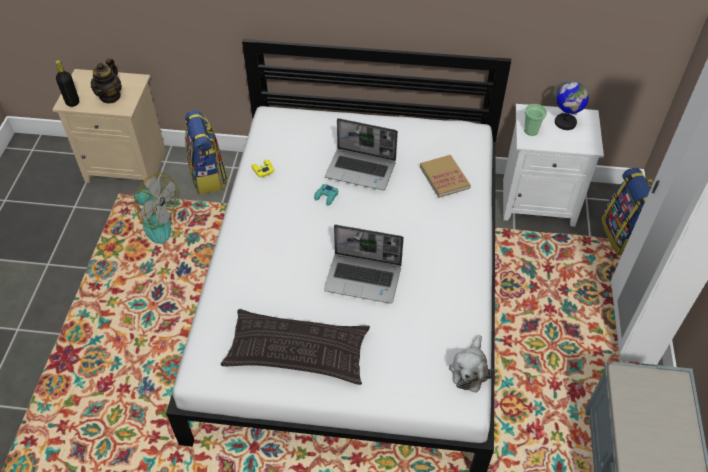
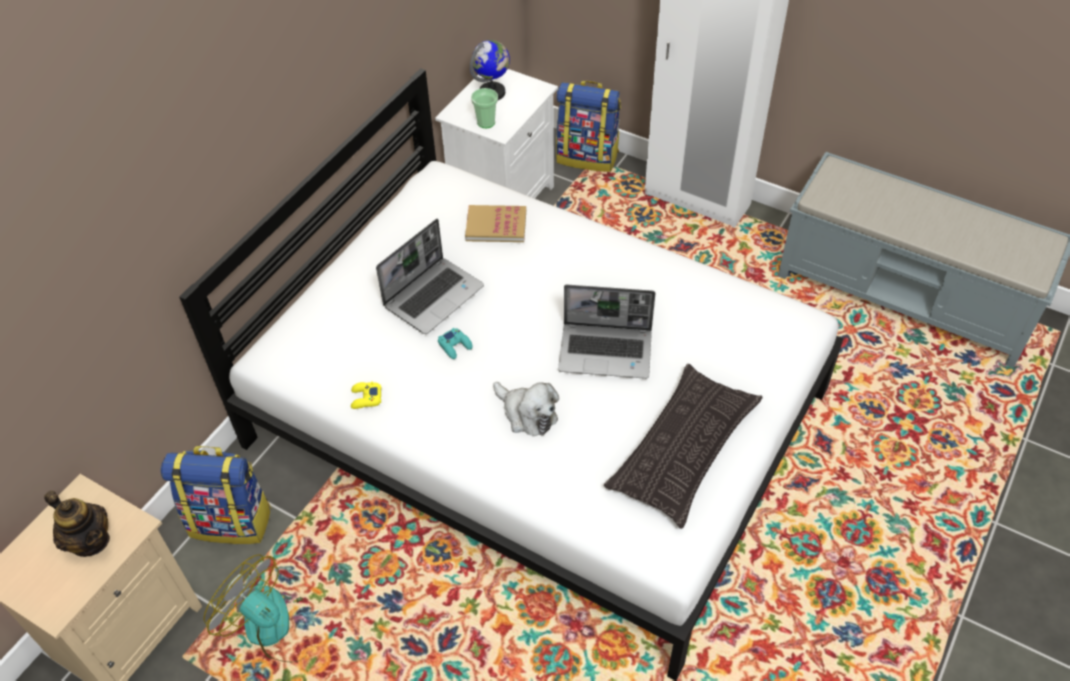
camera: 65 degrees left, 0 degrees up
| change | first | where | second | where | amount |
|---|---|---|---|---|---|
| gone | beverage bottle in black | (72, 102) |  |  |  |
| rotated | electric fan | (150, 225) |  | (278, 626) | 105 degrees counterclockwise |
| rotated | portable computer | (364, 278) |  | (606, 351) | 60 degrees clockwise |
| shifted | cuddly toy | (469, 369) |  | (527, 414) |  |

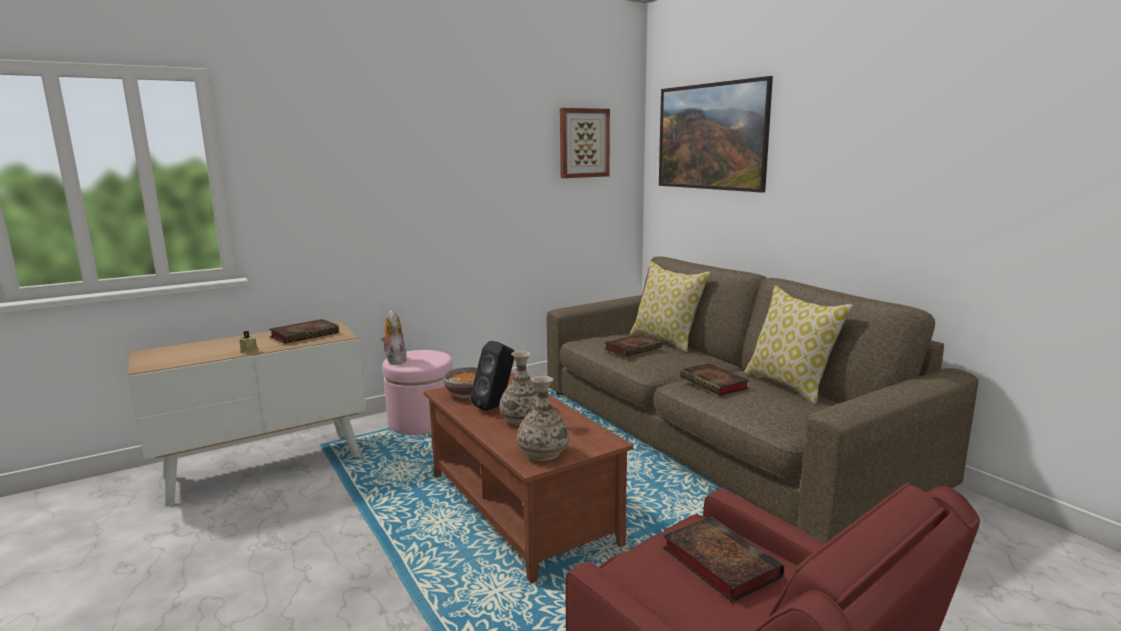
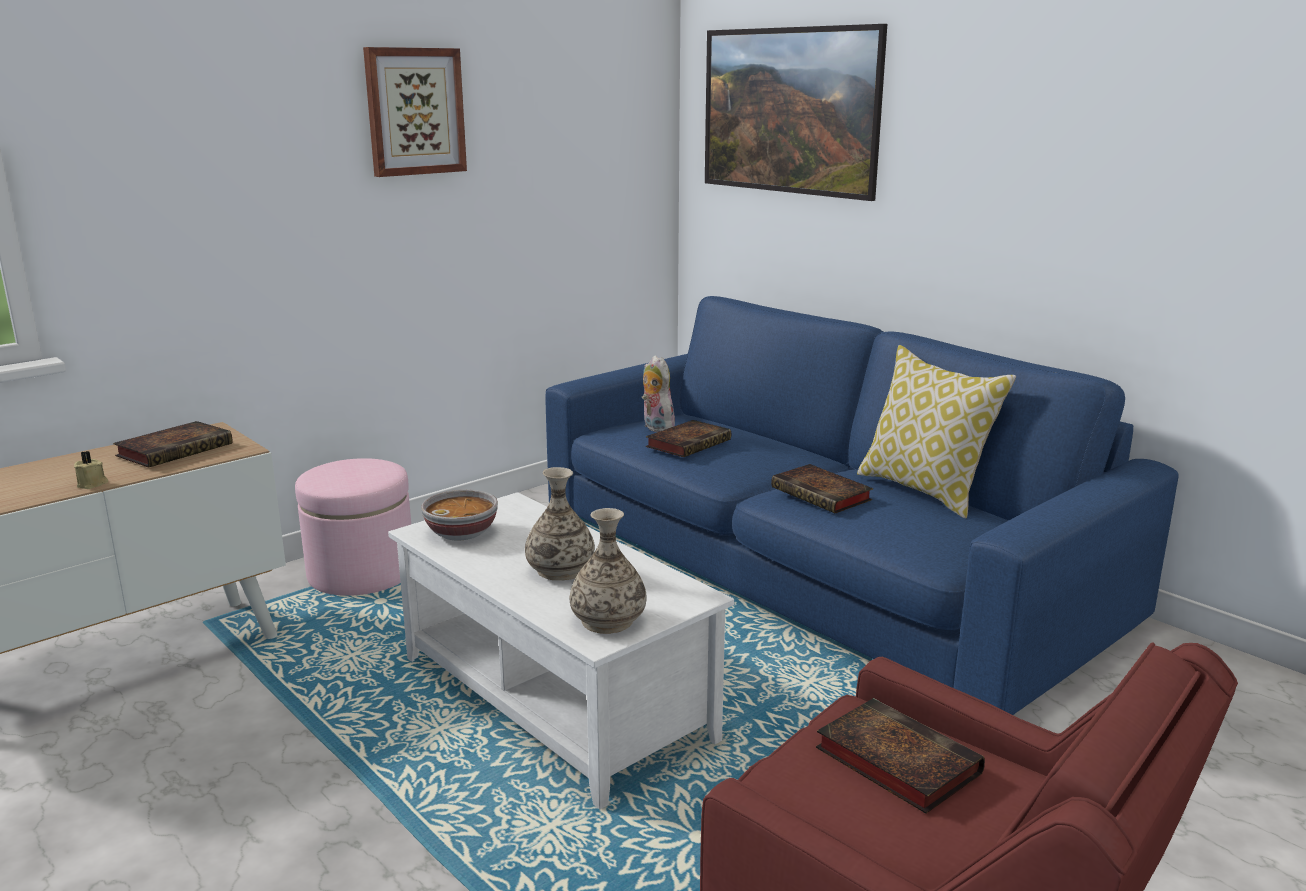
camera: 10 degrees left, 5 degrees up
| change | first | where | second | where | amount |
|---|---|---|---|---|---|
| shifted | cuddly toy | (394, 360) |  | (655, 428) |  |
| repainted | coffee table in brownish | (522, 508) | coffee table in white | (557, 698) |  |
| gone | loudspeaker in black | (496, 406) |  |  |  |
| repainted | settee in brownish | (716, 433) | settee in blue | (814, 563) |  |
| shifted | wall art | (583, 143) |  | (414, 111) |  |
| gone | cushion | (666, 340) |  |  |  |

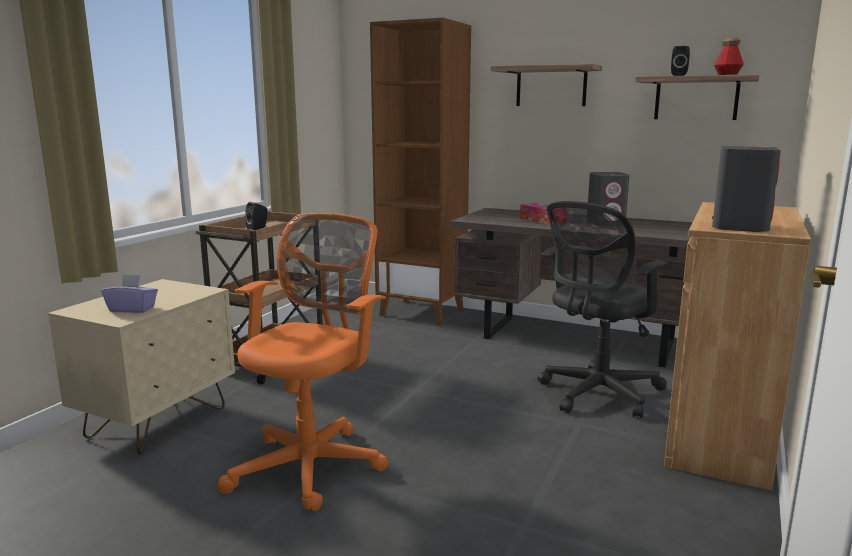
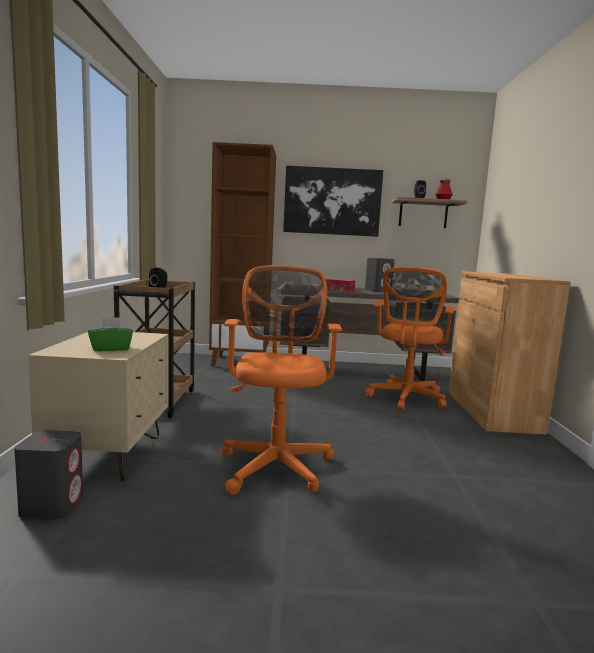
camera: 25 degrees left, 5 degrees down
| change | first | where | second | where | amount |
|---|---|---|---|---|---|
| repainted | box of tissues in purplish | (132, 309) | box of tissues in greenish | (111, 348) |  |
| swapped | wall shelf | (551, 86) | wall art | (332, 201) |  |
| repainted | desk chair in black | (596, 394) | desk chair in orangey | (406, 398) |  |
| shifted | loudspeaker in greyish | (740, 227) |  | (52, 506) |  |

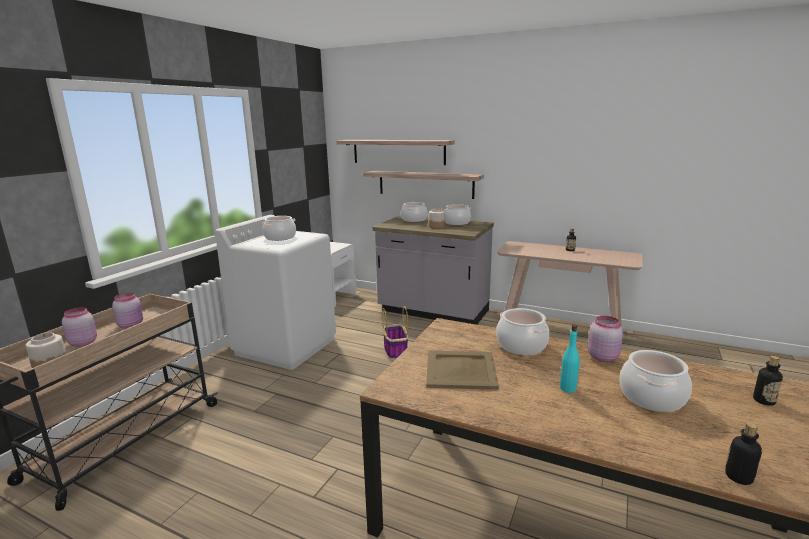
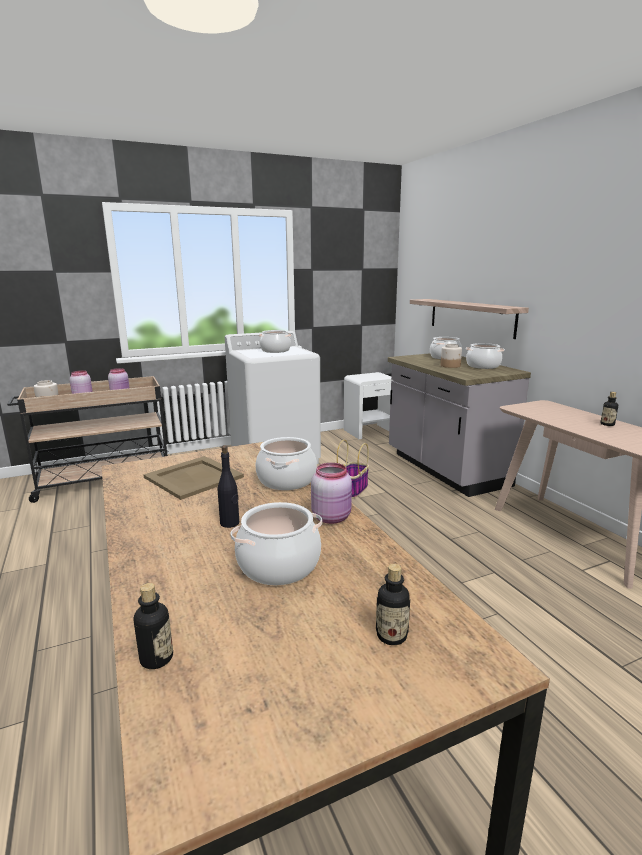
camera: 40 degrees right, 0 degrees up
| change | first | where | second | where | amount |
|---|---|---|---|---|---|
| gone | wall shelf | (398, 152) |  |  |  |
| repainted | beverage bottle in blue-green | (568, 388) | beverage bottle in black | (230, 523) |  |

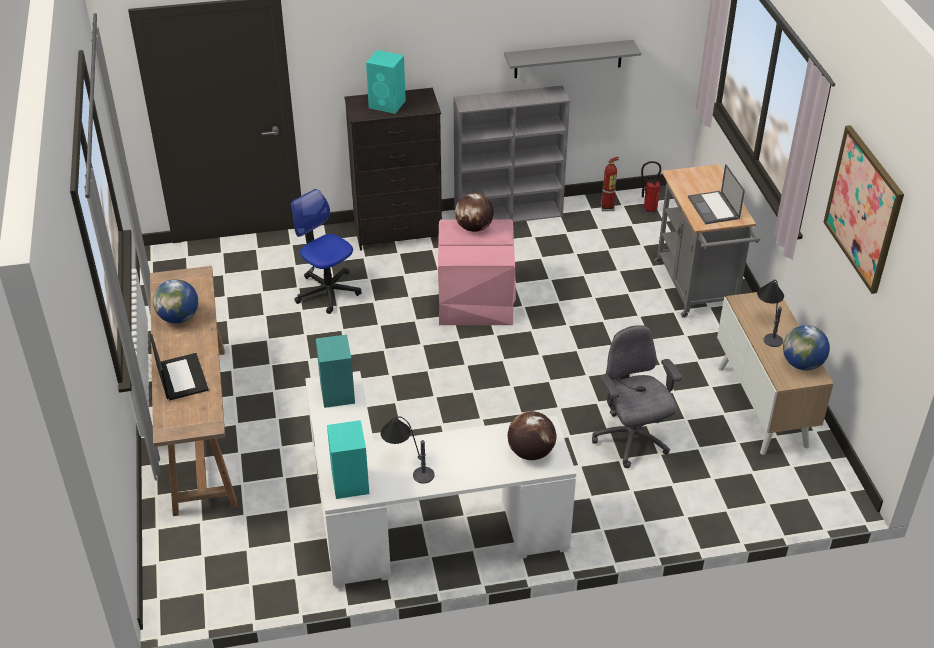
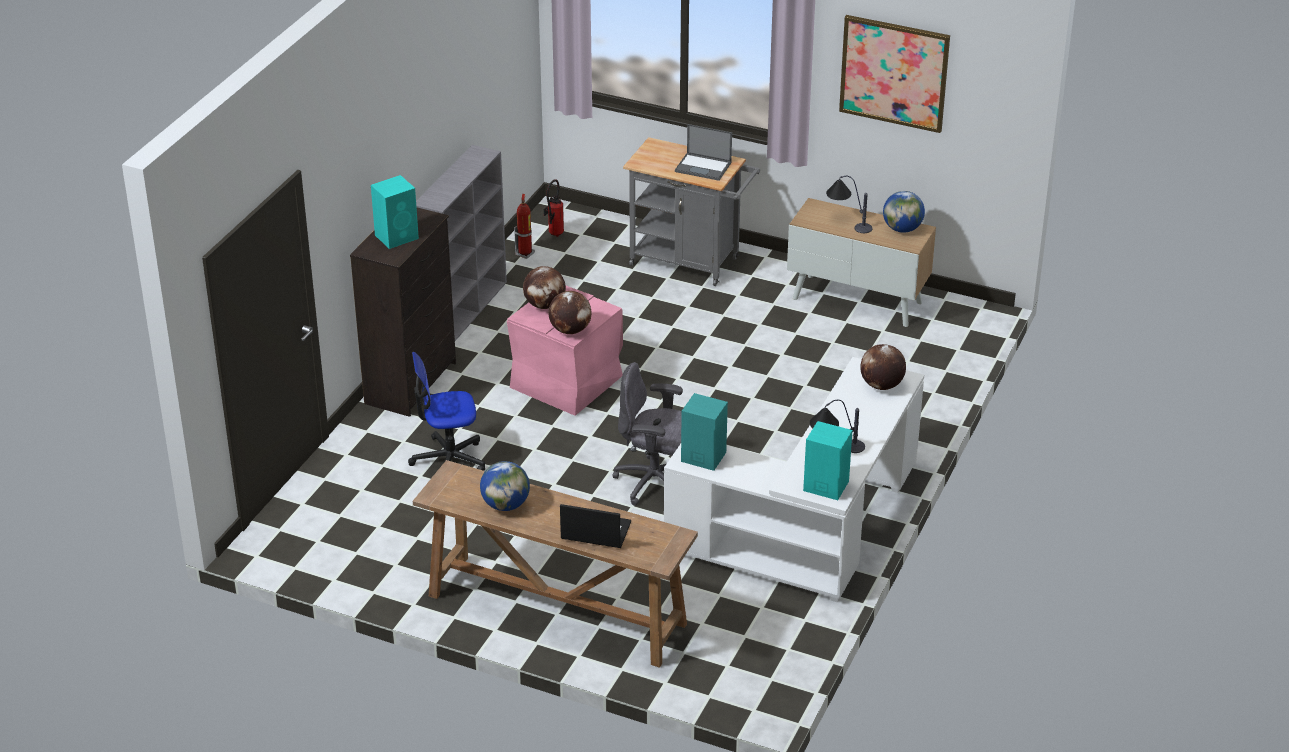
camera: 55 degrees left, 5 degrees down
| change | first | where | second | where | amount |
|---|---|---|---|---|---|
| gone | wall shelf in greyish | (568, 59) |  |  |  |
| shifted | desk chair in greyish | (631, 440) |  | (655, 483) |  |
| new |  |  | desk globe | (570, 330) |  |

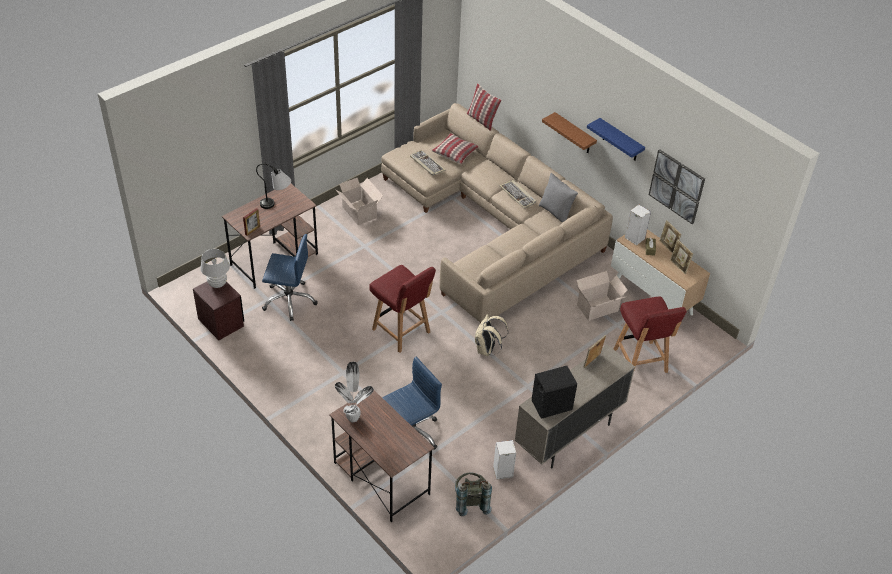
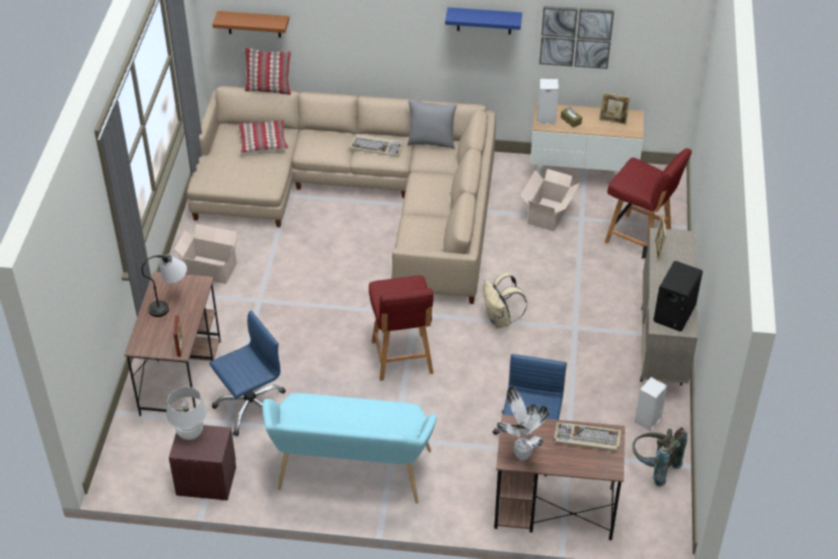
camera: 40 degrees left, 0 degrees up
| change | first | where | second | where | amount |
|---|---|---|---|---|---|
| rotated | chair in red | (402, 331) |  | (402, 358) | 75 degrees clockwise |
| shifted | PC keyboard | (426, 164) |  | (586, 438) |  |
| shifted | wall shelf in brownish | (574, 134) |  | (254, 24) |  |
| gone | picture frame | (667, 247) |  |  |  |
| new |  |  | bench in blue-green | (351, 475) |  |

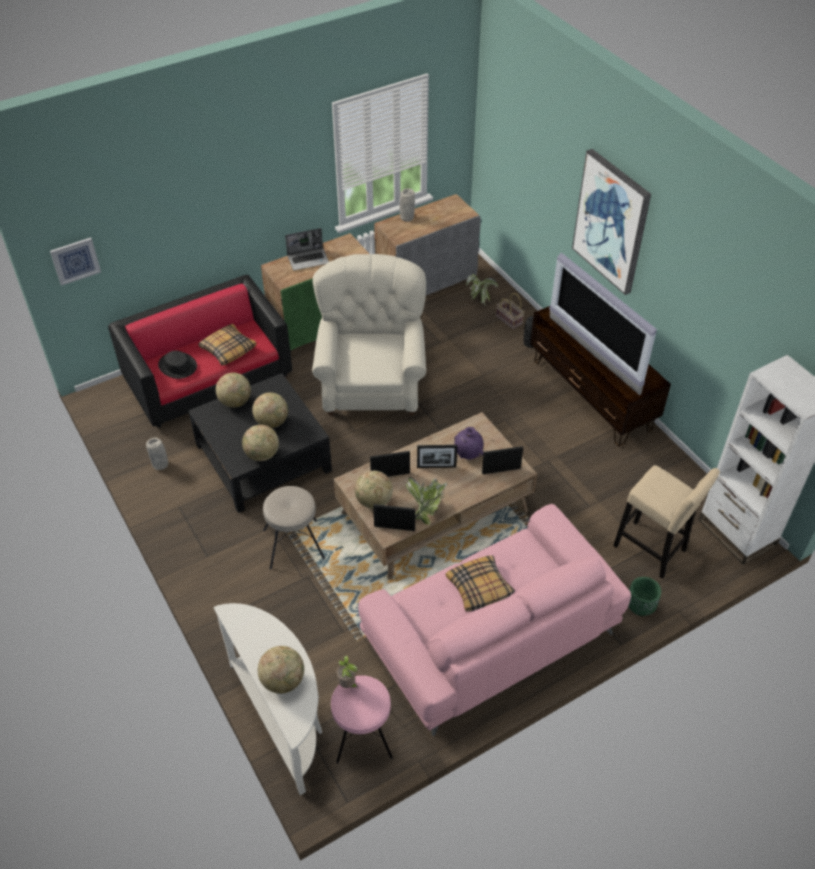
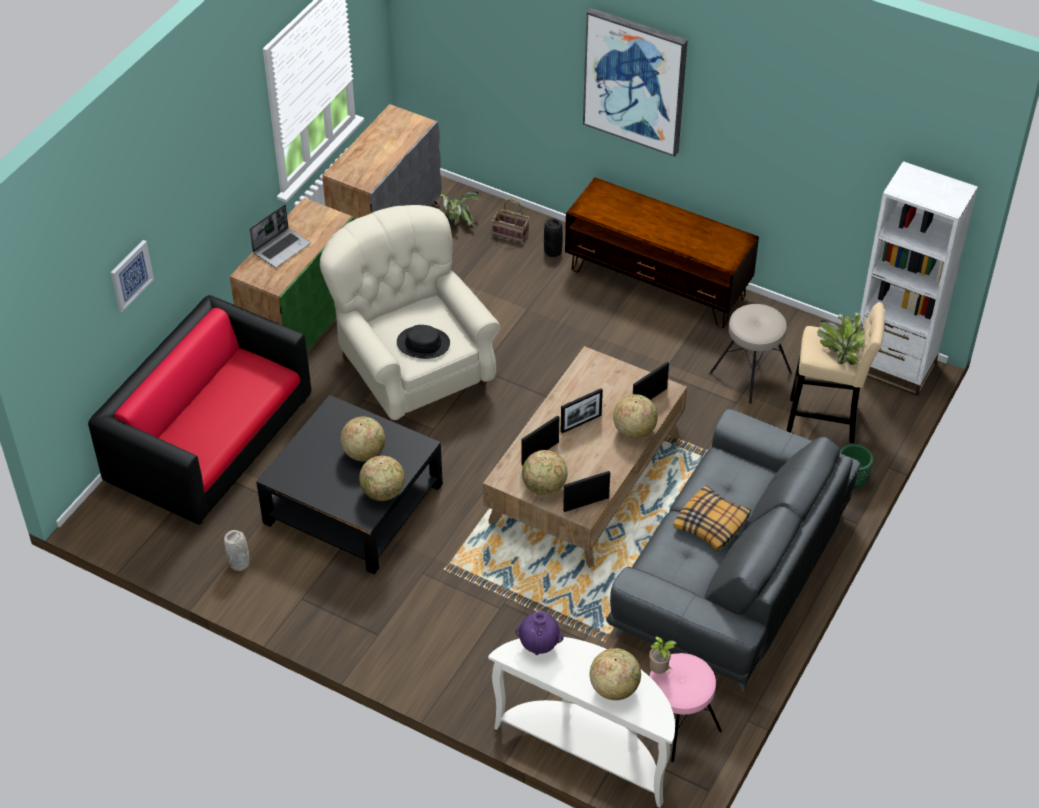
camera: 30 degrees left, 0 degrees up
| change | first | where | second | where | amount |
|---|---|---|---|---|---|
| shifted | wall art | (75, 260) |  | (131, 275) |  |
| shifted | hat in black | (178, 366) |  | (423, 343) |  |
| gone | cushion | (228, 349) |  |  |  |
| shifted | desk globe | (235, 401) |  | (634, 430) |  |
| shifted | stool seat in beige-coloured | (294, 544) |  | (751, 373) |  |
| repainted | settee in pinkish | (490, 636) | settee in greyish | (731, 574) |  |
| gone | vase in greyish | (406, 217) |  |  |  |
| shifted | potted plant | (426, 508) |  | (839, 351) |  |
| shifted | vase in purplish | (468, 454) |  | (539, 645) |  |
| gone | TV set | (592, 355) |  |  |  |

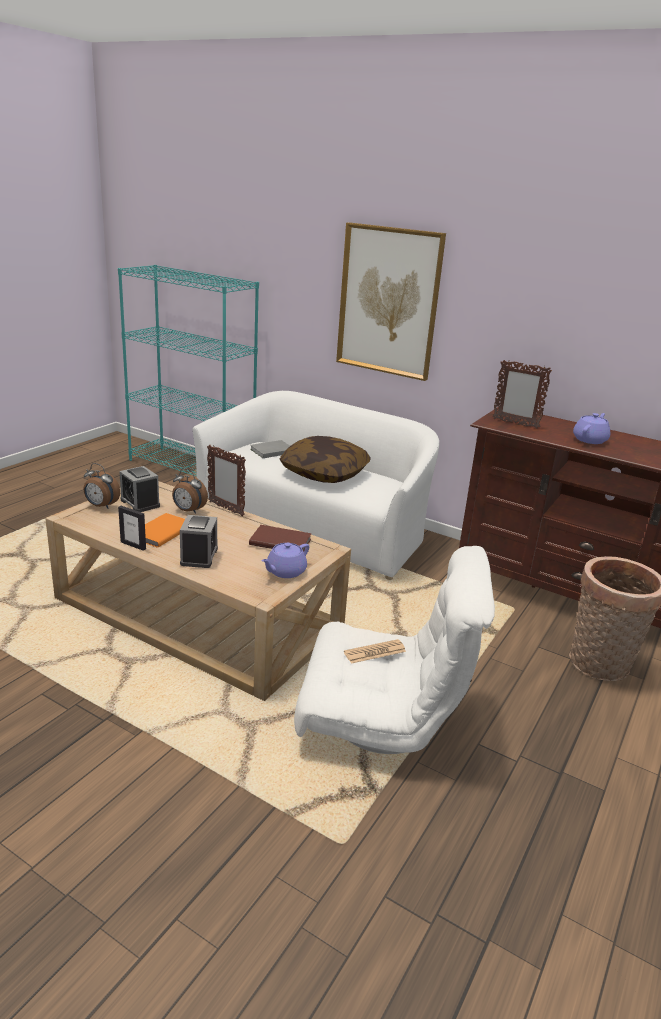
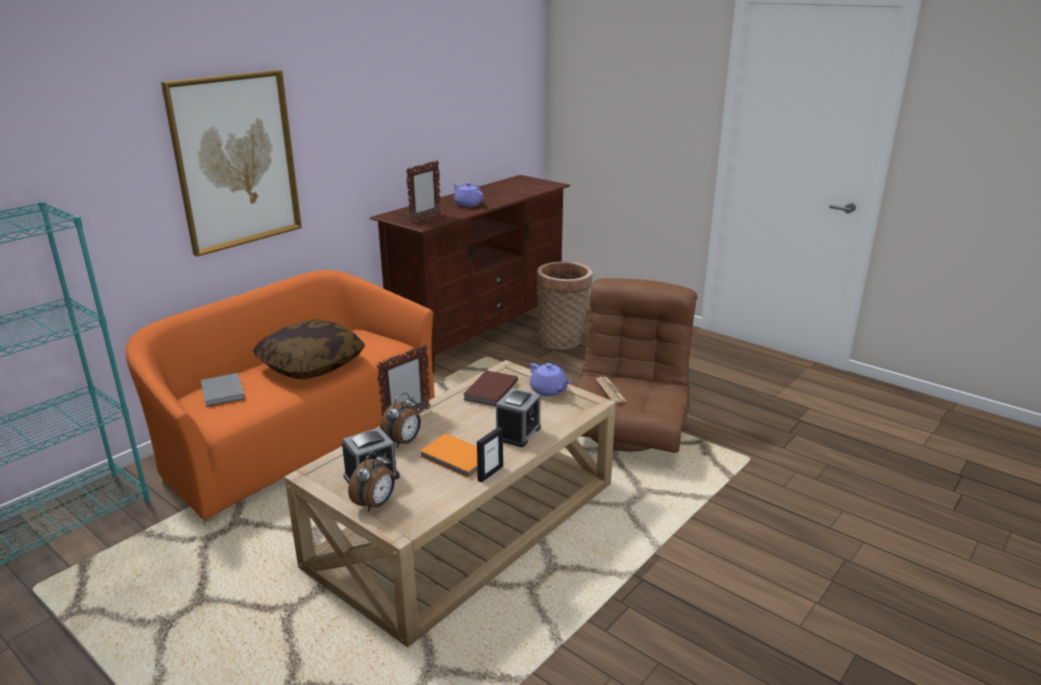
camera: 80 degrees left, 0 degrees up
| change | first | where | second | where | amount |
|---|---|---|---|---|---|
| rotated | table clock | (199, 556) |  | (518, 433) | 105 degrees clockwise |
| repainted | settee in white | (316, 526) | settee in orangey | (295, 436) |  |
| repainted | lounge chair in white | (382, 720) | lounge chair in brownish | (628, 431) |  |

